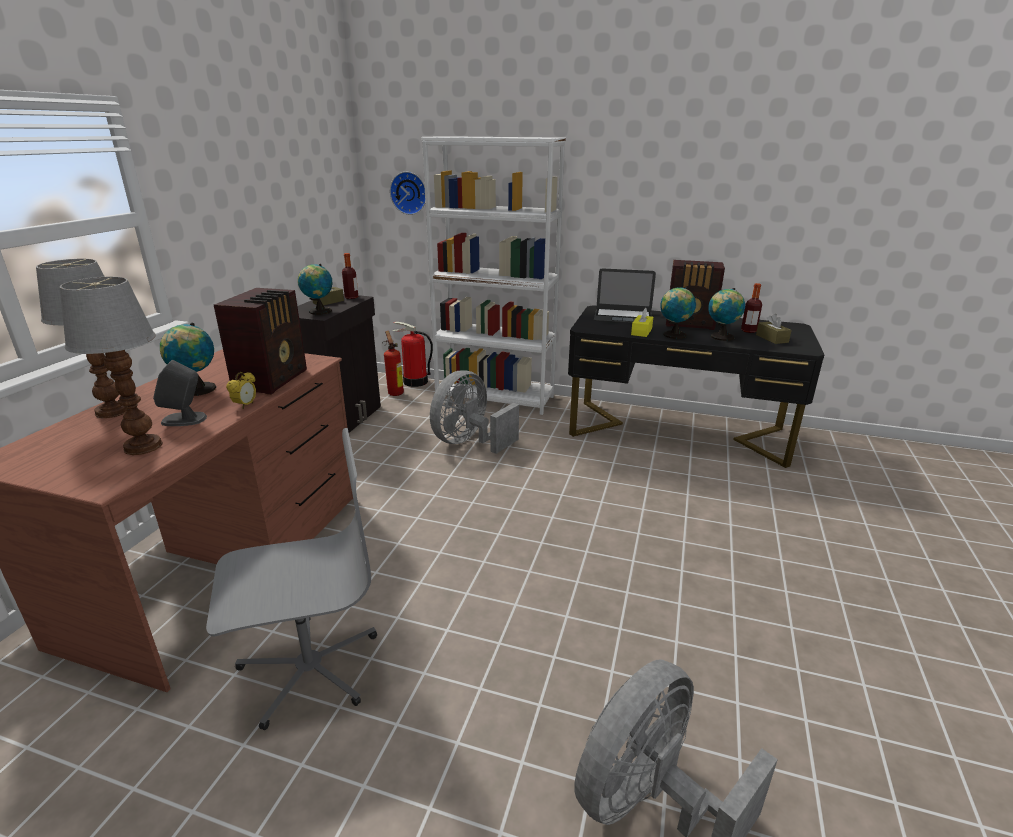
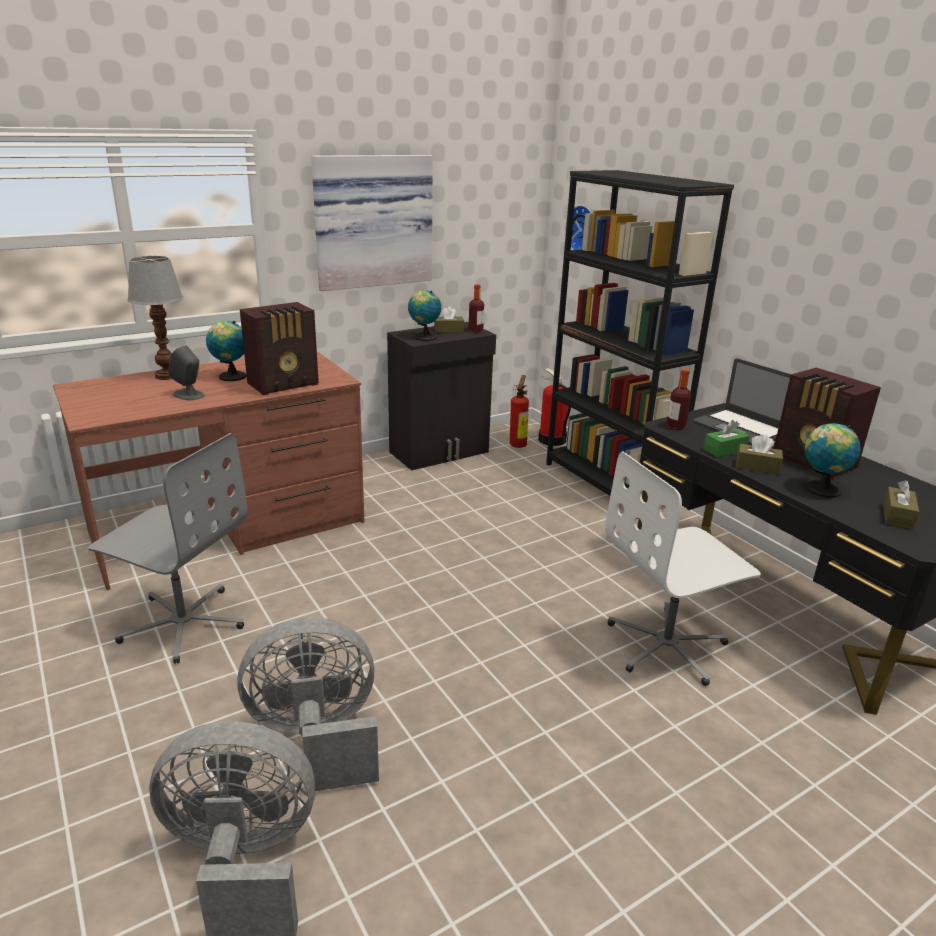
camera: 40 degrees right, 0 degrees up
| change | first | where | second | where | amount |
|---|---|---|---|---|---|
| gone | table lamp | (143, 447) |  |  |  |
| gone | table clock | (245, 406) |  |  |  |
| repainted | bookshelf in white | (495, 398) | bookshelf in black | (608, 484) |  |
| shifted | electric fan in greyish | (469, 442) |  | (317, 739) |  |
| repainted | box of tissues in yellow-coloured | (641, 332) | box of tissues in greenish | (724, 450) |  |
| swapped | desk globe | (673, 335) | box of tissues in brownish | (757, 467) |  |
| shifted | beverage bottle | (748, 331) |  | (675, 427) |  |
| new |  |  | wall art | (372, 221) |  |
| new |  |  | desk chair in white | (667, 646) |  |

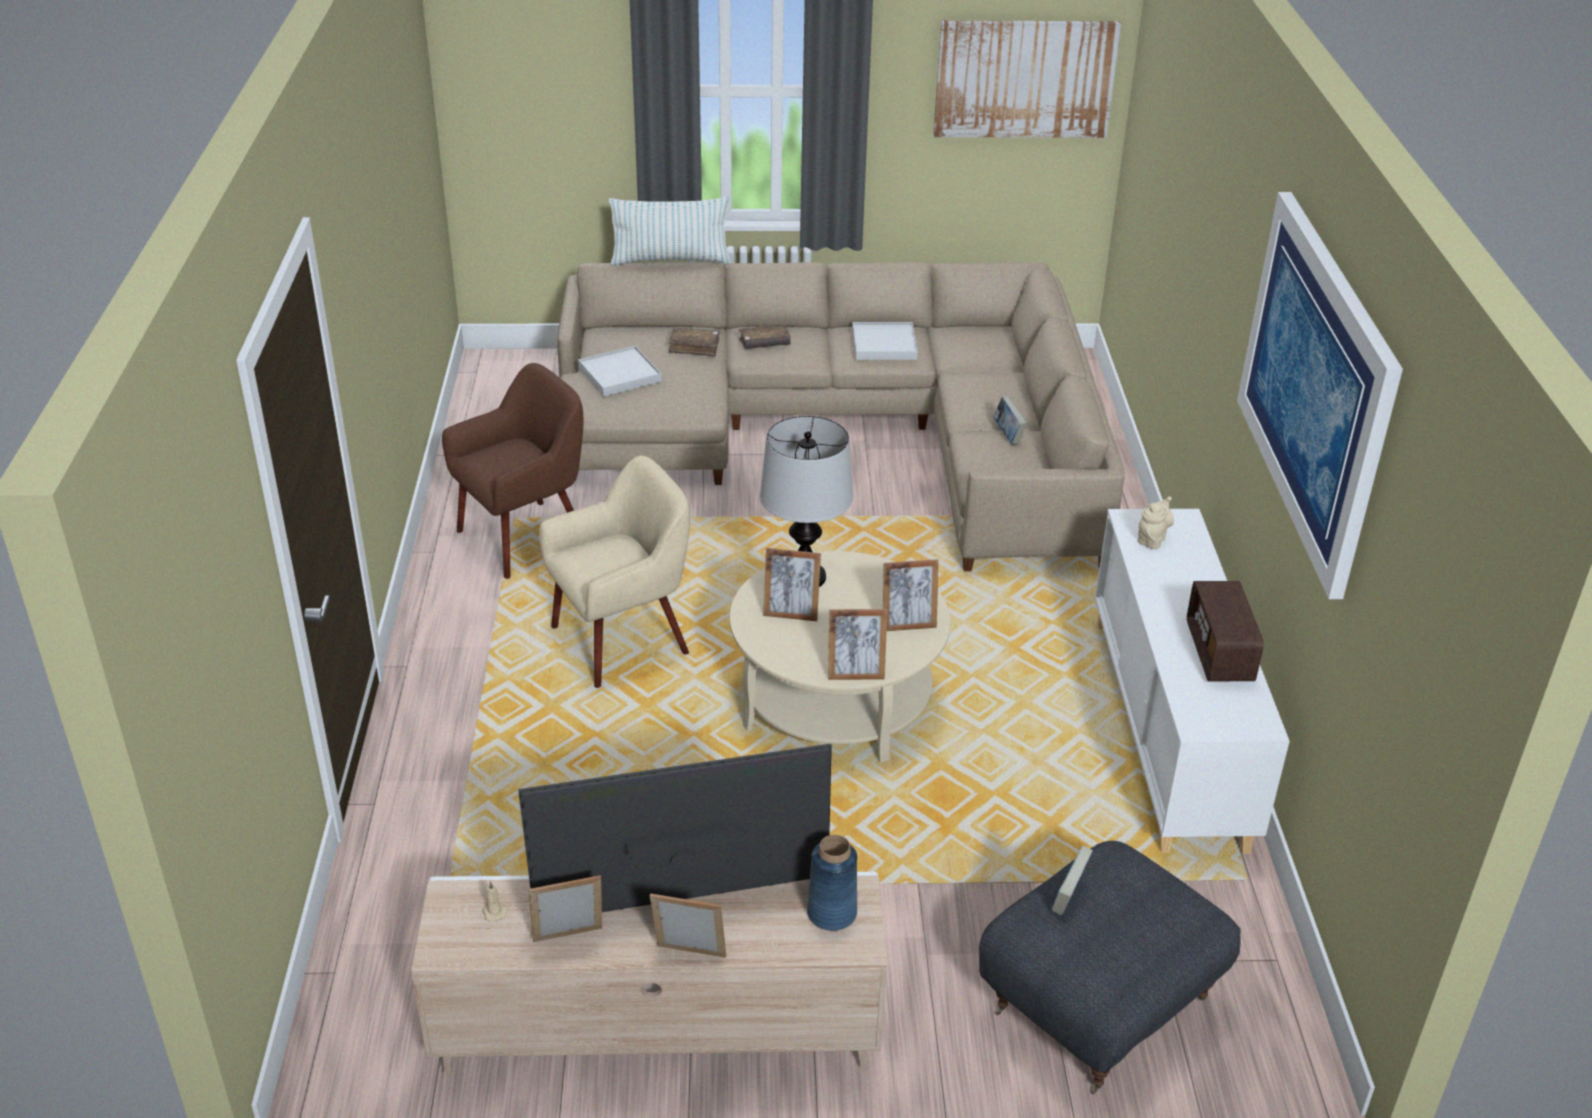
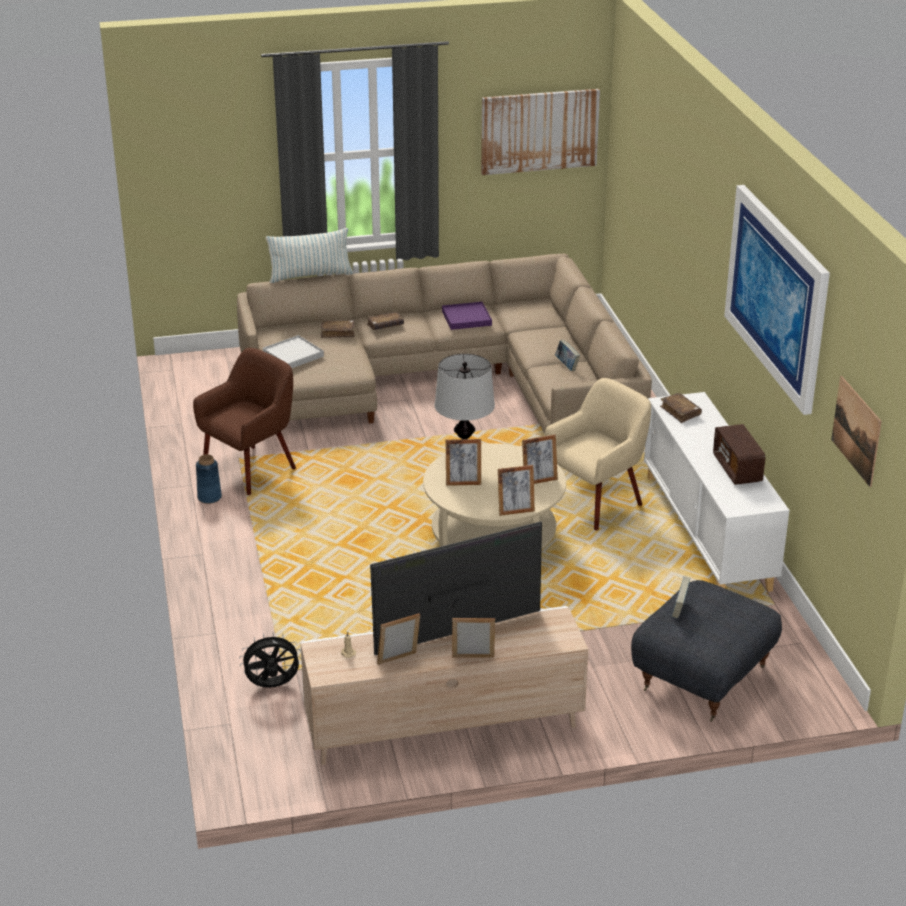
camera: 10 degrees left, 5 degrees down
| change | first | where | second | where | amount |
|---|---|---|---|---|---|
| shifted | lounge chair in beige-coloured | (622, 641) |  | (595, 503) |  |
| shifted | vase in blue | (831, 913) |  | (209, 497) |  |
| repainted | carrying tray in white | (884, 344) | carrying tray in purplish | (466, 318) |  |
| swapped | tea pot in beige-coloured | (1152, 539) | bound book in brownish | (680, 412) |  |
| new |  |  | electric fan in black | (272, 686) |  |
| new |  |  | wall art | (856, 430) |  |

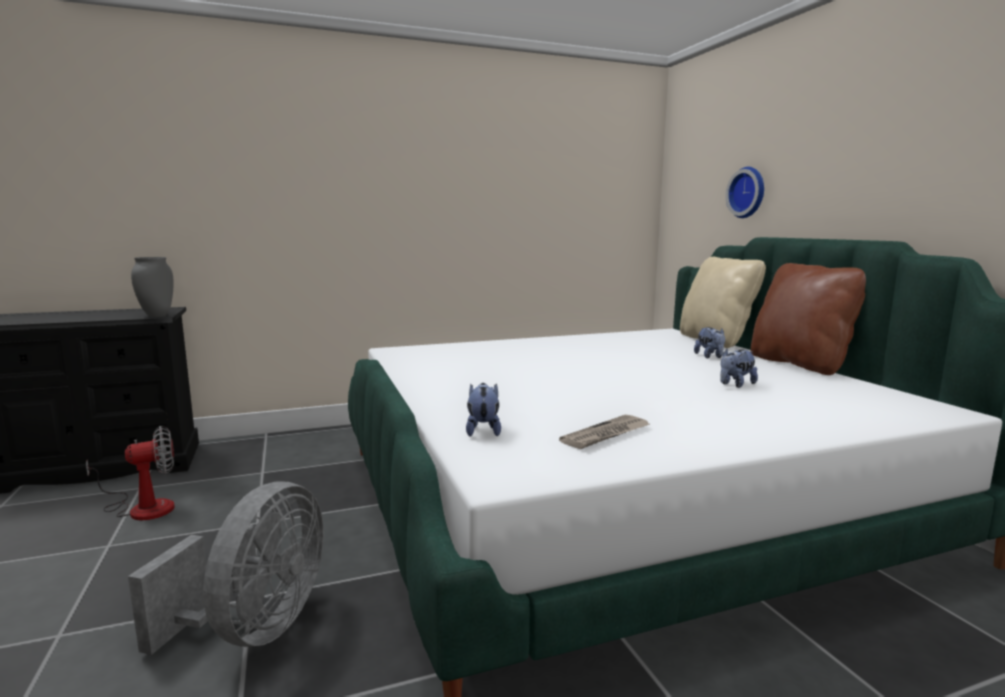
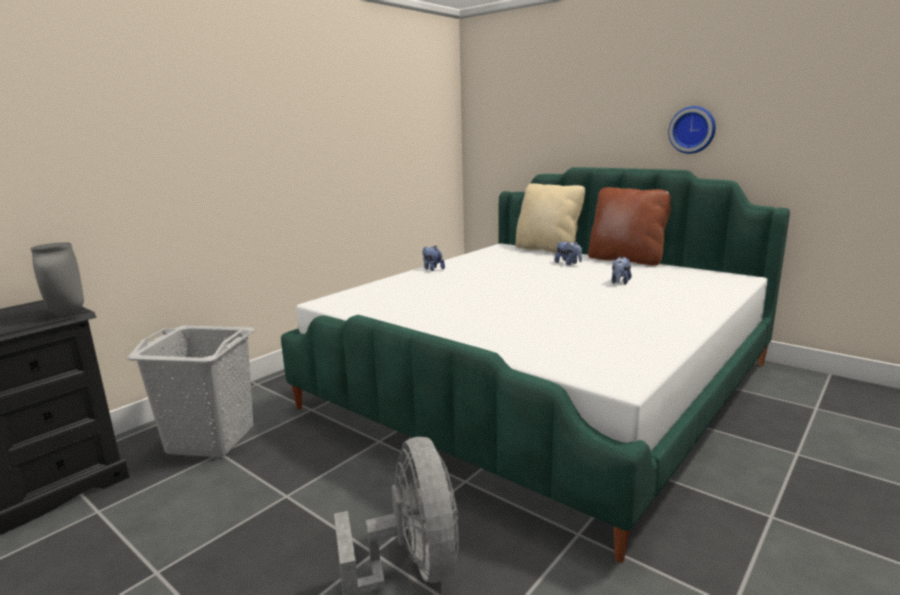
camera: 30 degrees left, 5 degrees up
| change | first | where | second | where | amount |
|---|---|---|---|---|---|
| gone | electric fan | (142, 508) |  |  |  |
| shifted | cuddly toy | (483, 430) |  | (432, 269) |  |
| gone | daily paper | (606, 435) |  |  |  |
| shifted | hanging clock | (748, 192) |  | (692, 130) |  |
| new |  |  | laundry basket in greyish | (211, 439) |  |

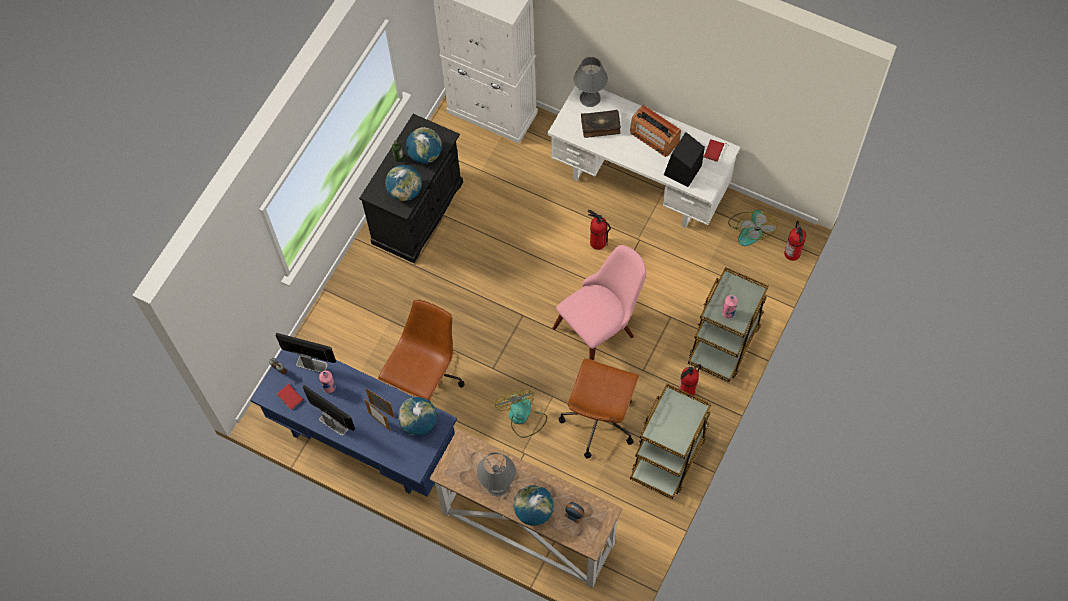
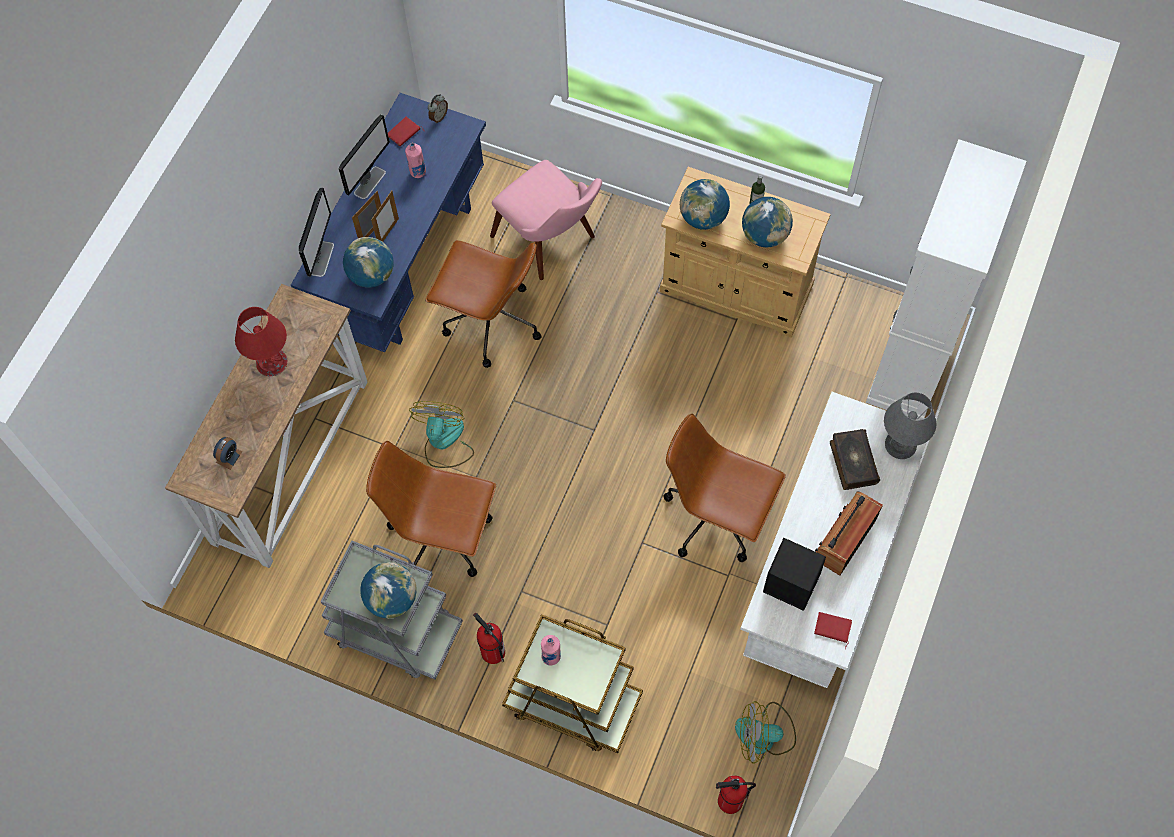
camera: 85 degrees right, 0 degrees up
| change | first | where | second | where | amount |
|---|---|---|---|---|---|
| shifted | computer screen | (311, 364) |  | (322, 258) |  |
| repainted | storage cabinet in black | (418, 213) | storage cabinet in beige-coloured | (736, 288) |  |
| repainted | table lamp in greyish | (497, 484) | table lamp in red | (272, 362) |  |
| rotated | electric fan | (522, 417) |  | (444, 442) | 60 degrees counterclockwise |
| shifted | desk globe | (534, 511) |  | (392, 599) |  |
| shifted | chair in pinkish | (601, 326) |  | (552, 243) |  |
| swapped | fire-fighting cylinder | (597, 242) | desk chair in brownish | (717, 518) |  |
| repainted | wheeled cart in brownish | (668, 455) | wheeled cart in greyish | (395, 632) |  |

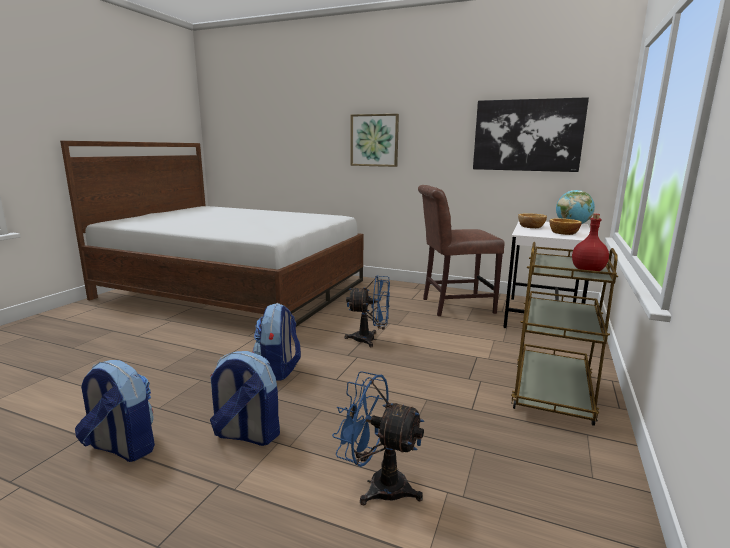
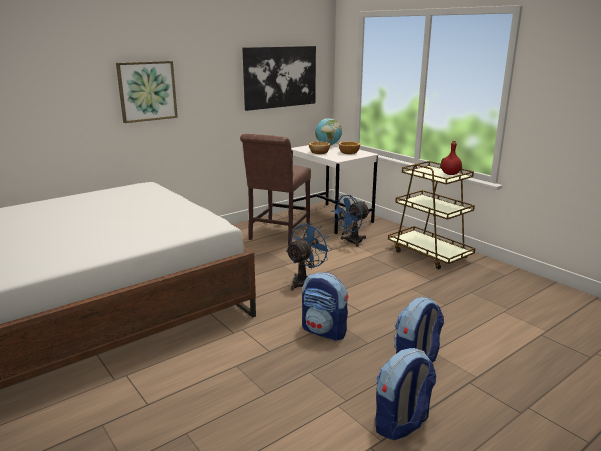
camera: 60 degrees left, 5 degrees up
| change | first | where | second | where | amount |
|---|---|---|---|---|---|
| shifted | electric fan in blue | (378, 485) |  | (350, 242) |  |

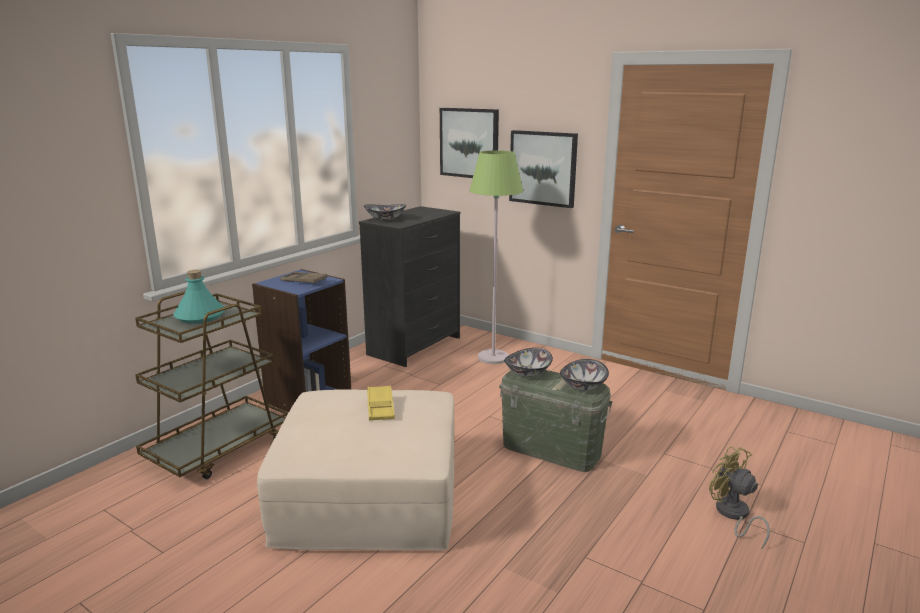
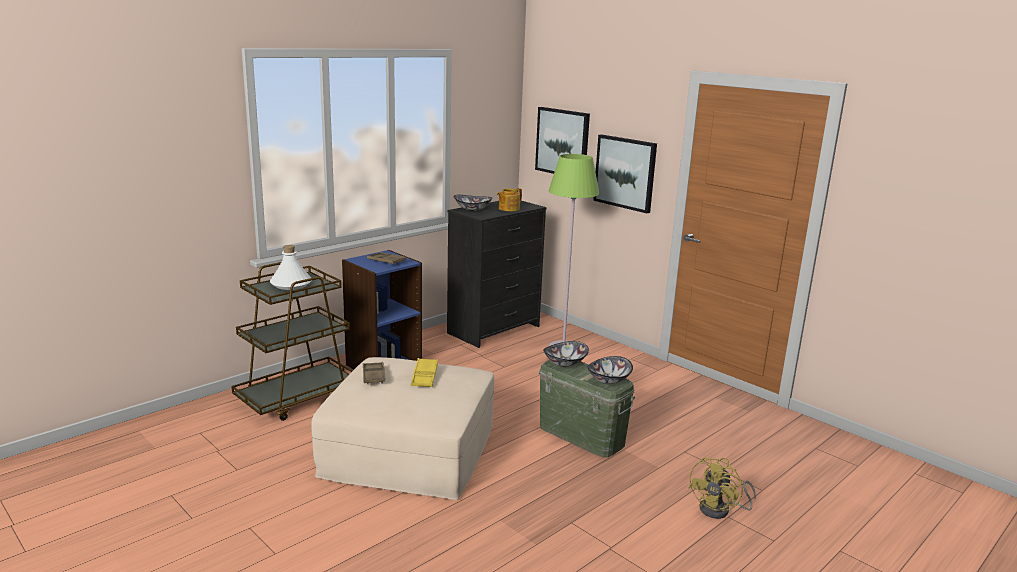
camera: 10 degrees right, 0 degrees up
| change | first | where | second | where | amount |
|---|---|---|---|---|---|
| repainted | beverage bottle in blue-green | (199, 317) | beverage bottle in white | (291, 284) |  |
| rotated | electric fan in yellow-coloured | (733, 515) |  | (720, 510) | 120 degrees counterclockwise |
| new |  |  | carrying tray in brownish | (373, 376) |  |
| new |  |  | tea pot | (508, 209) |  |

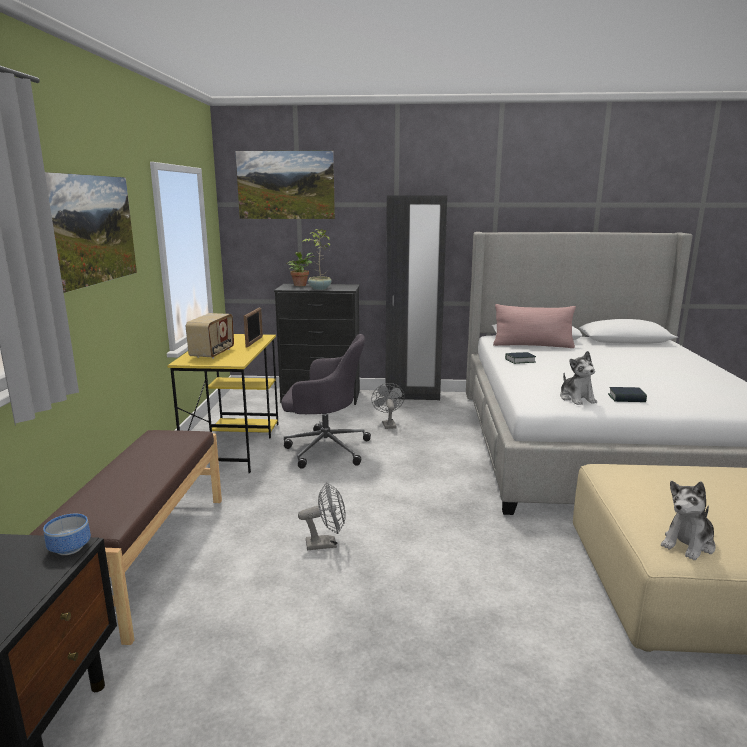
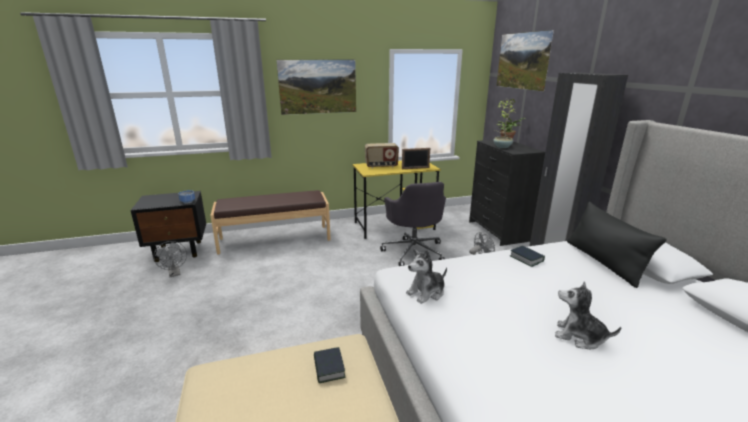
camera: 70 degrees right, 5 degrees up
| change | first | where | second | where | amount |
|---|---|---|---|---|---|
| shifted | electric fan in greyish | (326, 544) |  | (175, 274) |  |
| repainted | cushion in pinkish | (532, 345) | cushion in black | (603, 262) |  |
| shifted | bound book | (626, 398) |  | (329, 368) |  |
| shifted | cuddly toy | (688, 544) |  | (579, 336) |  |

